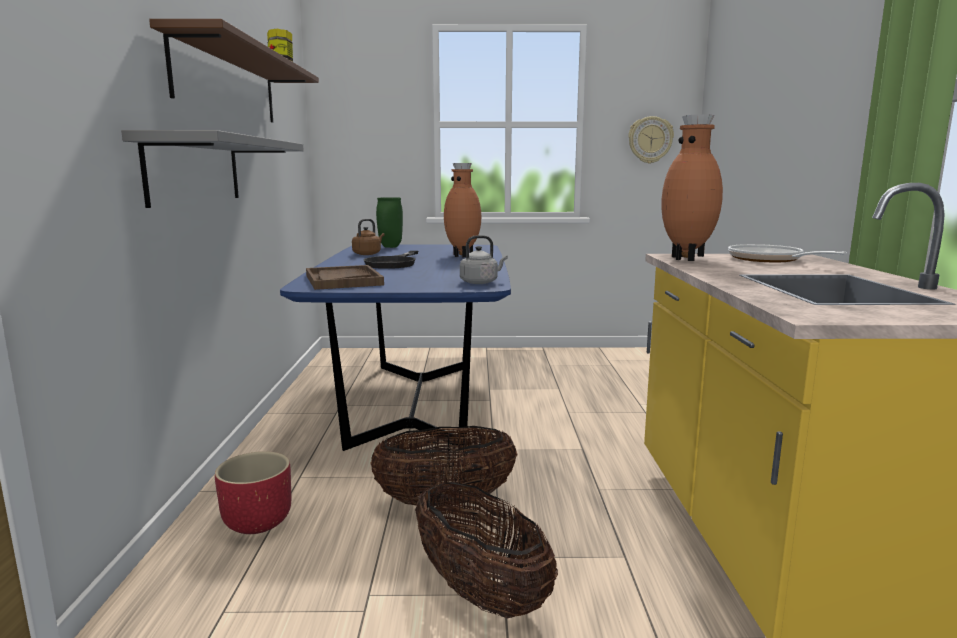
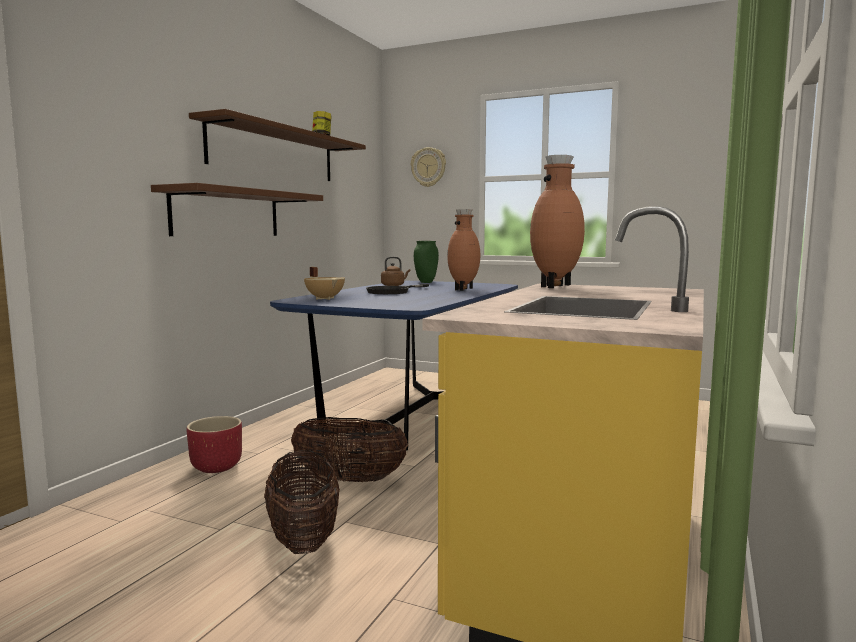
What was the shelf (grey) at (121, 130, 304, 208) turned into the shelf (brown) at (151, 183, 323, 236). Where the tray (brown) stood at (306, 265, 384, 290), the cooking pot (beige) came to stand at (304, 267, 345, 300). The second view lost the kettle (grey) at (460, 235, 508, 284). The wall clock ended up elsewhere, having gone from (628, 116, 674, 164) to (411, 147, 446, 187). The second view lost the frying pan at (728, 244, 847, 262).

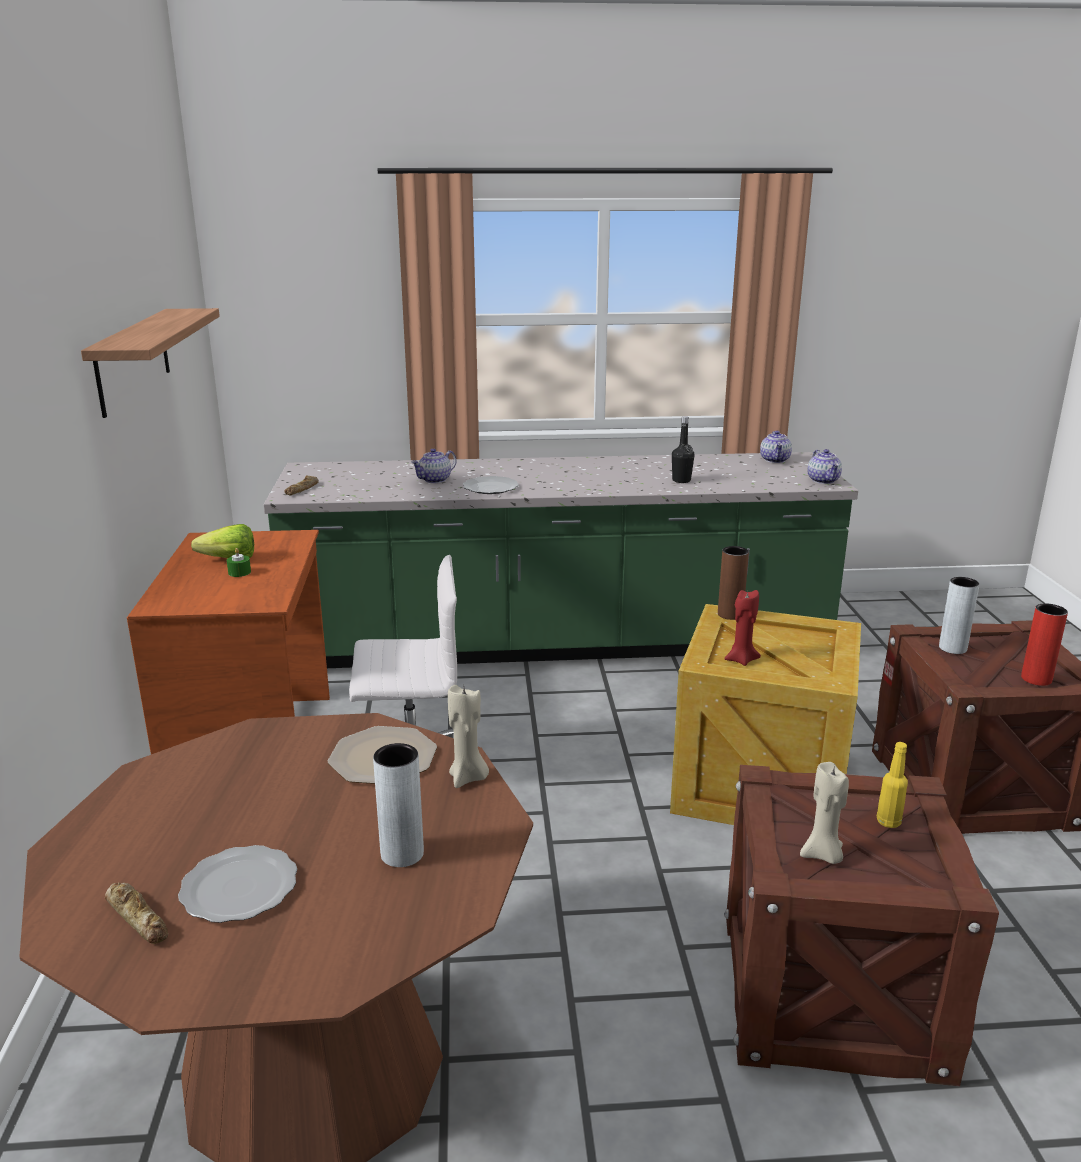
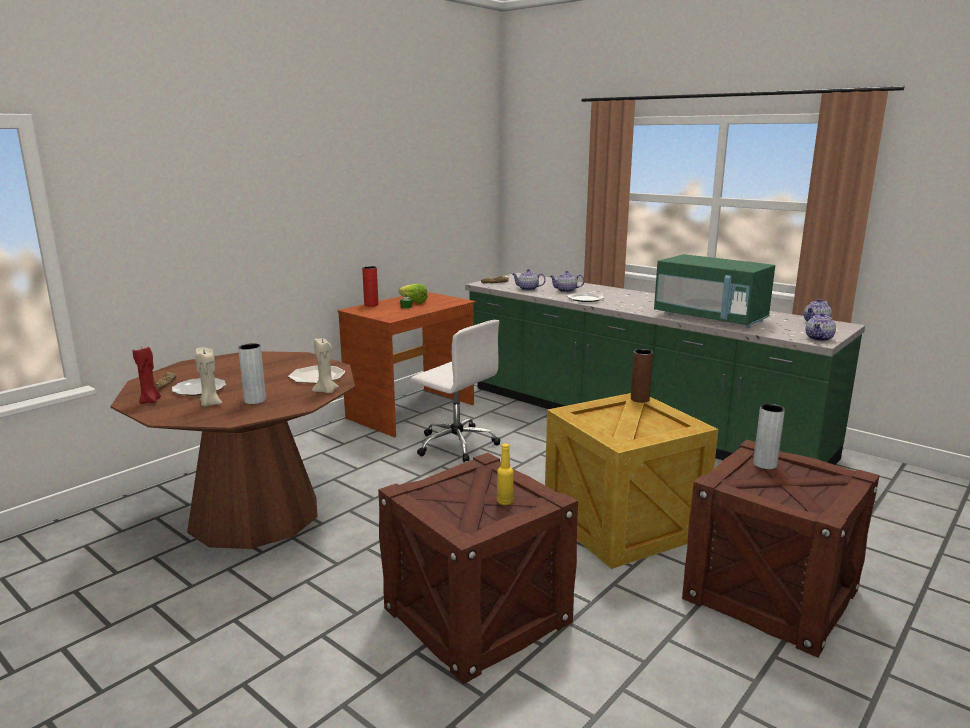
The second view lost the shelf at (81, 308, 220, 418). Where the bottle (black) stood at (672, 416, 694, 483), the microwave (green) came to stand at (654, 254, 775, 328). The candle (red) ended up elsewhere, having gone from (724, 590, 761, 666) to (133, 346, 161, 404). The candle (beige) ended up elsewhere, having gone from (800, 762, 849, 864) to (195, 348, 222, 407). The vase (red) ended up elsewhere, having gone from (1021, 603, 1068, 686) to (362, 266, 378, 307). The second view gained the teapot at (512, 269, 546, 291).

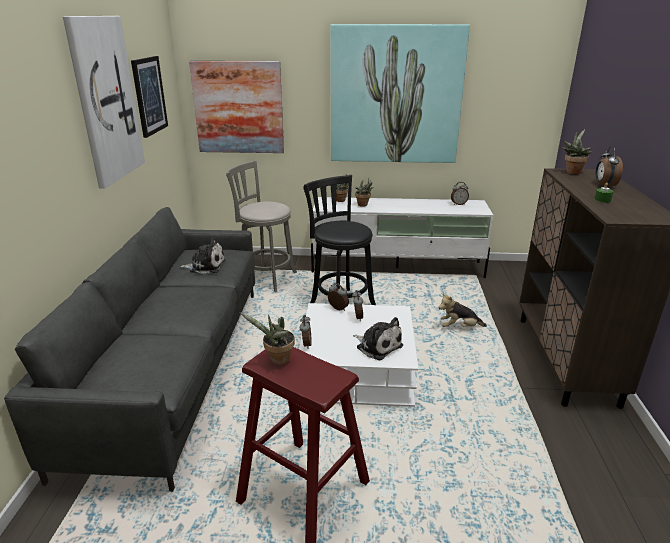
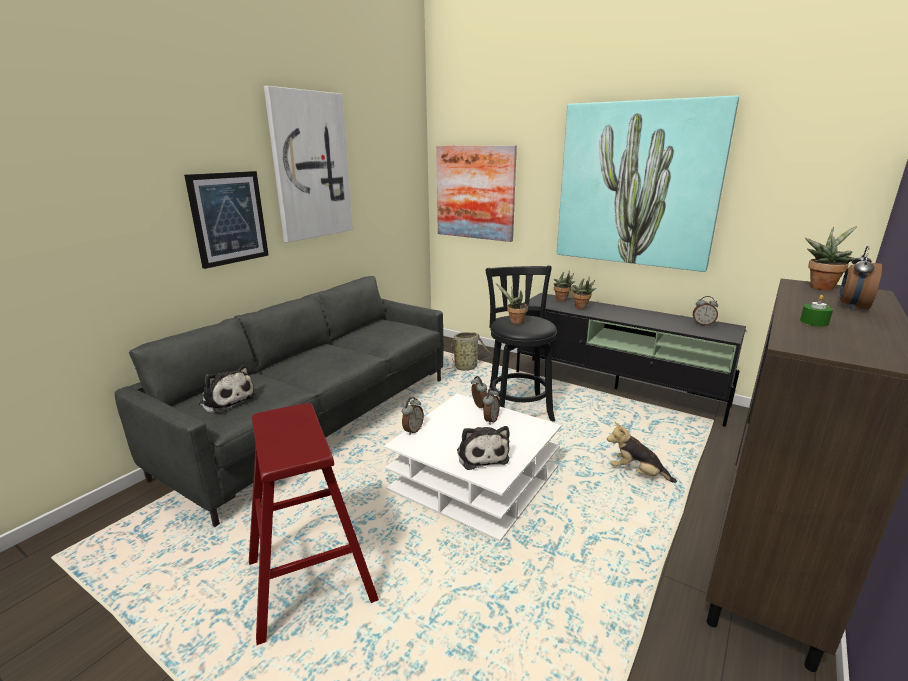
The picture ended up elsewhere, having gone from (131, 56, 168, 138) to (184, 171, 269, 269). The plush toy ended up elsewhere, having gone from (180, 238, 226, 275) to (199, 365, 256, 413). Where the stool (grey) stood at (226, 160, 297, 292), the basket came to stand at (445, 332, 494, 371). The potted plant ended up elsewhere, having gone from (240, 312, 295, 365) to (496, 283, 528, 324). What was the tv stand (white) at (311, 197, 494, 278) turned into the tv stand (black) at (516, 293, 746, 427).

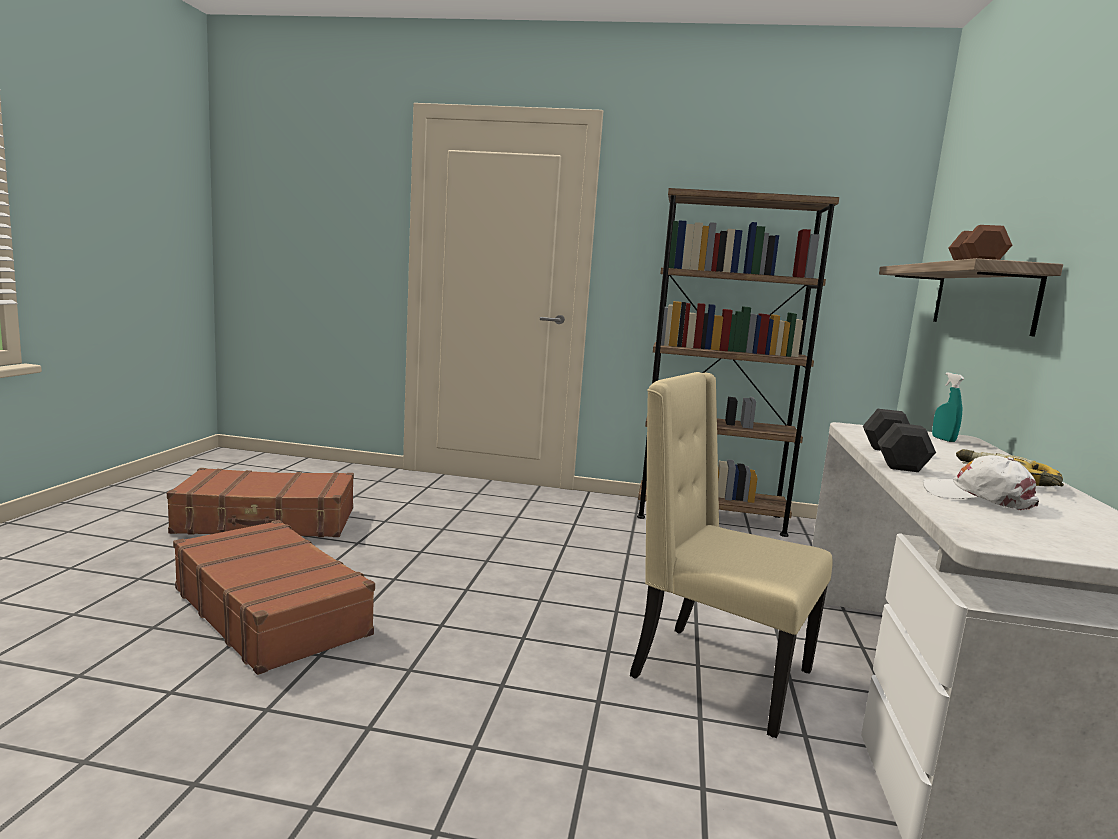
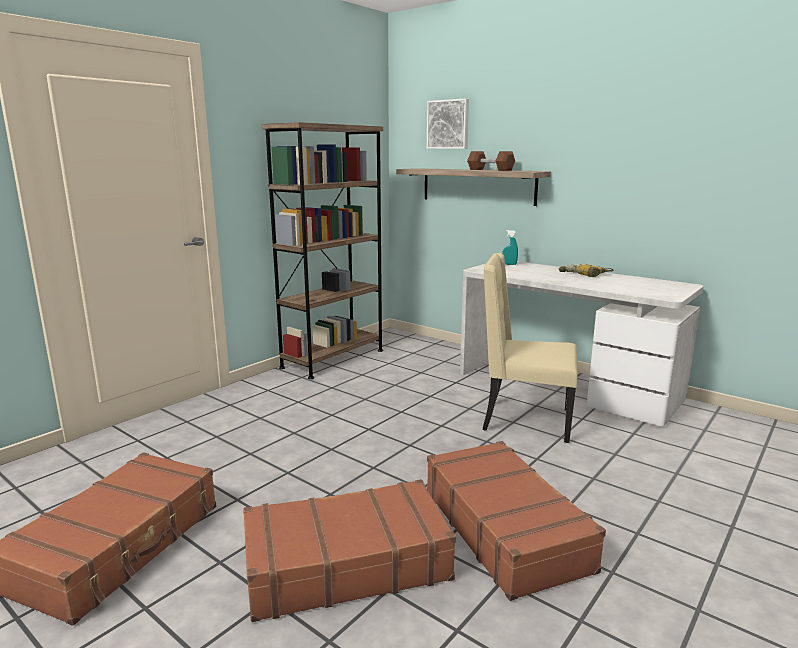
The chair (beige) at (630, 372, 833, 738) ended up facing another way, 45 degrees clockwise from before. The second view lost the dumbbell (black) at (863, 409, 936, 472). The second view lost the cap (white) at (923, 455, 1039, 511). The second view gained the picture at (427, 98, 469, 149). The second view gained the suitcase (brown) at (427, 441, 606, 601).

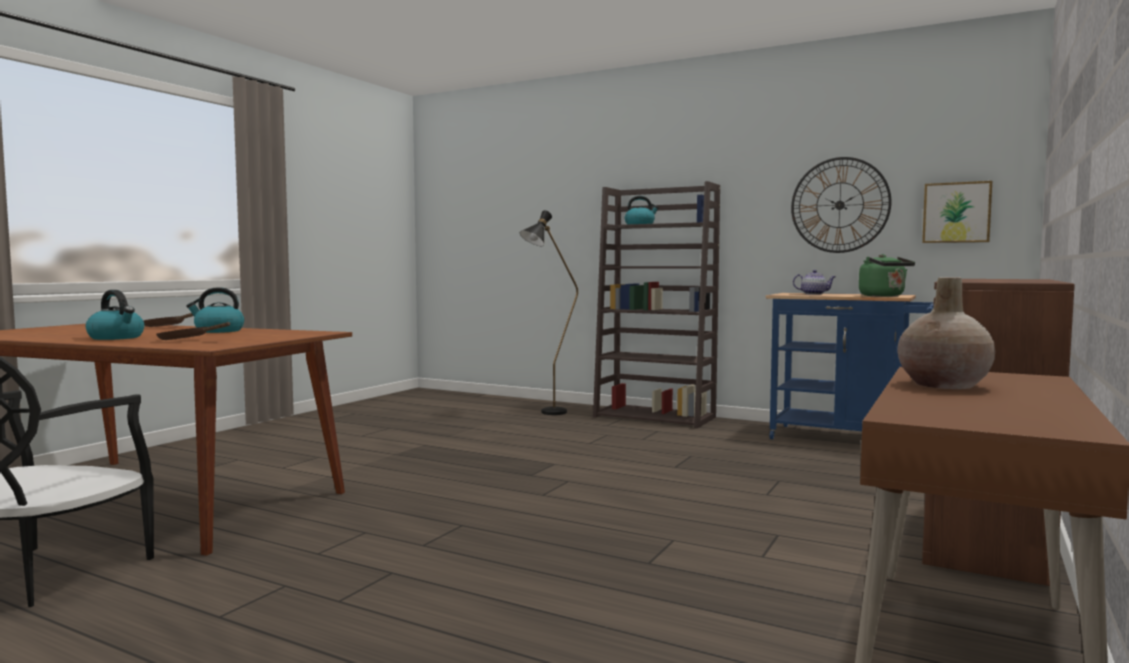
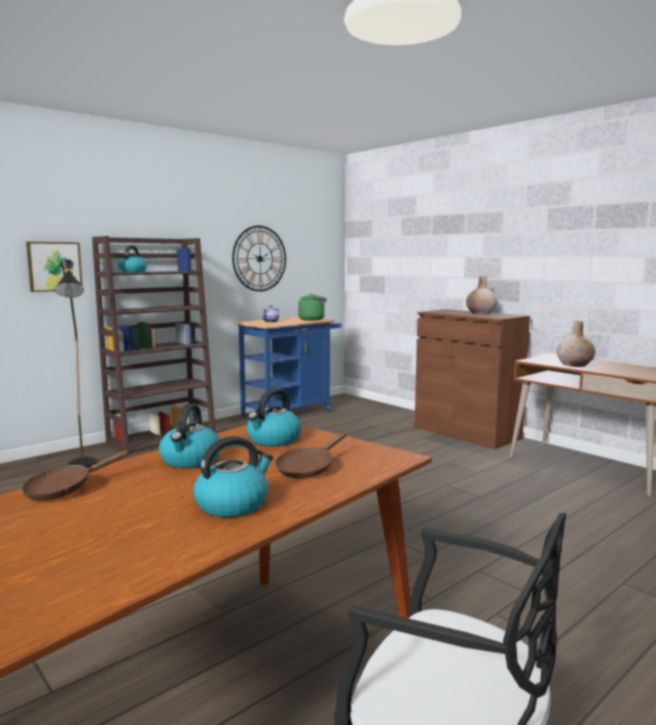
The picture ended up elsewhere, having gone from (922, 181, 992, 243) to (26, 242, 83, 292). The second view gained the kettle at (247, 389, 301, 447). The second view gained the vase (beige) at (466, 276, 497, 315).

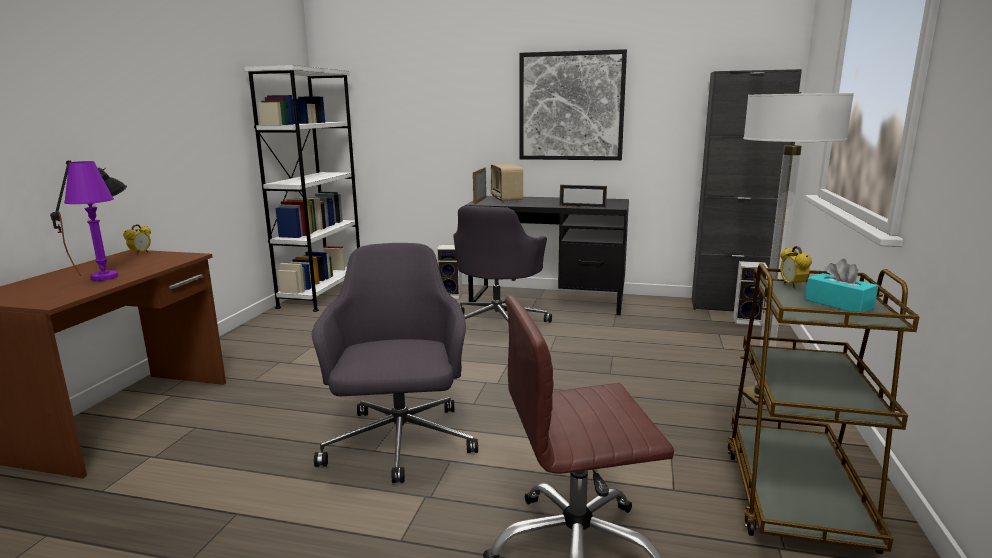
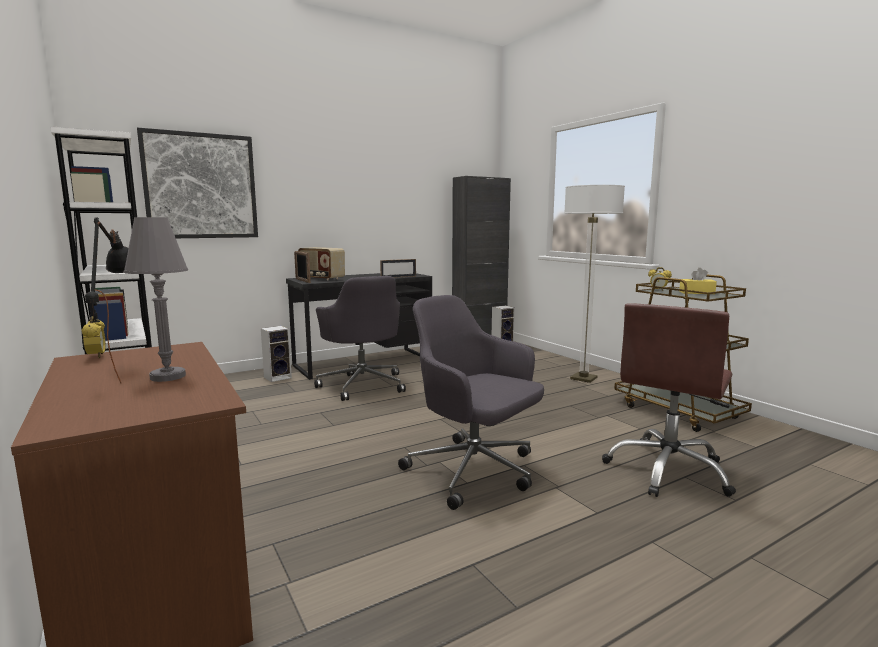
What was the table lamp (purple) at (64, 161, 118, 281) turned into the table lamp (grey) at (124, 217, 188, 382). The picture ended up elsewhere, having gone from (520, 49, 627, 160) to (137, 127, 258, 238). What was the tissue box (turquoise) at (805, 259, 878, 312) turned into the tissue box (yellow) at (679, 268, 717, 294).

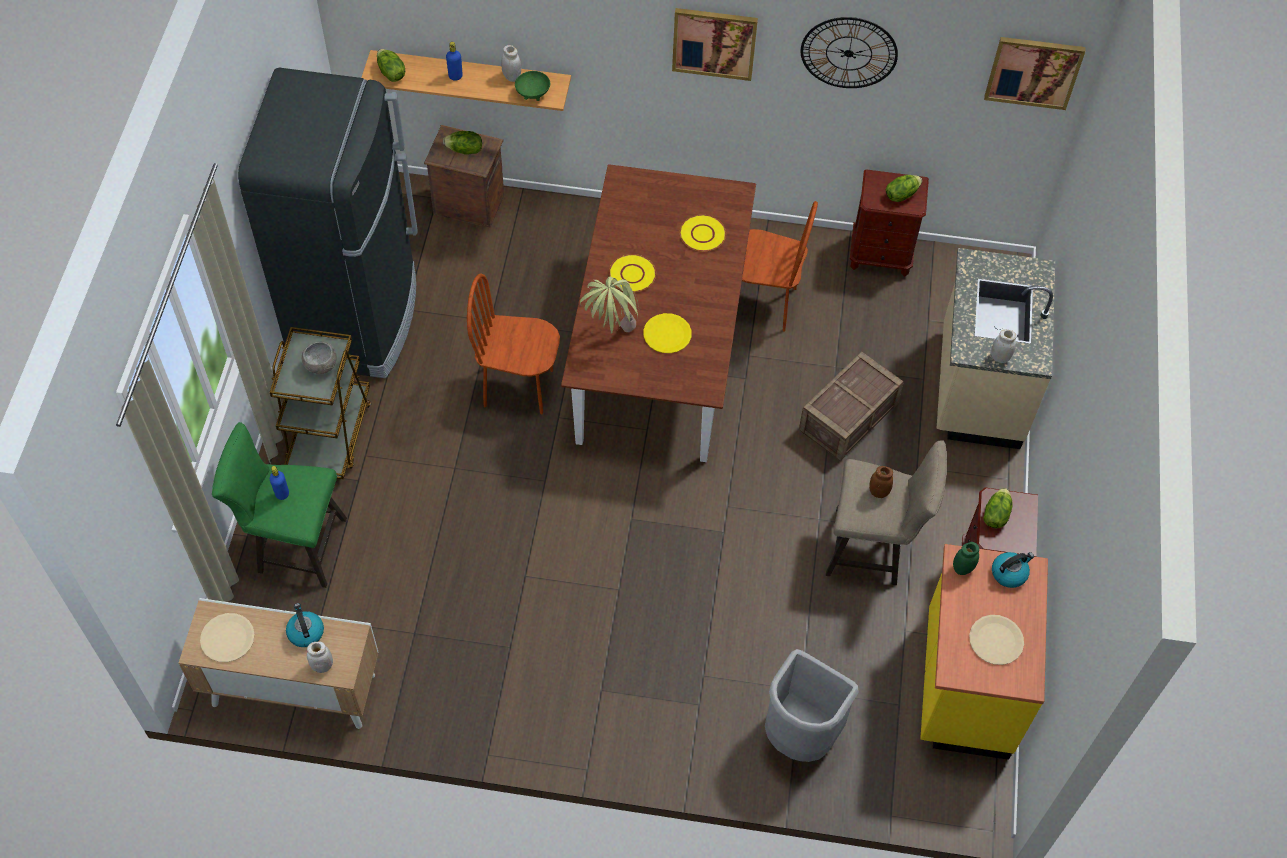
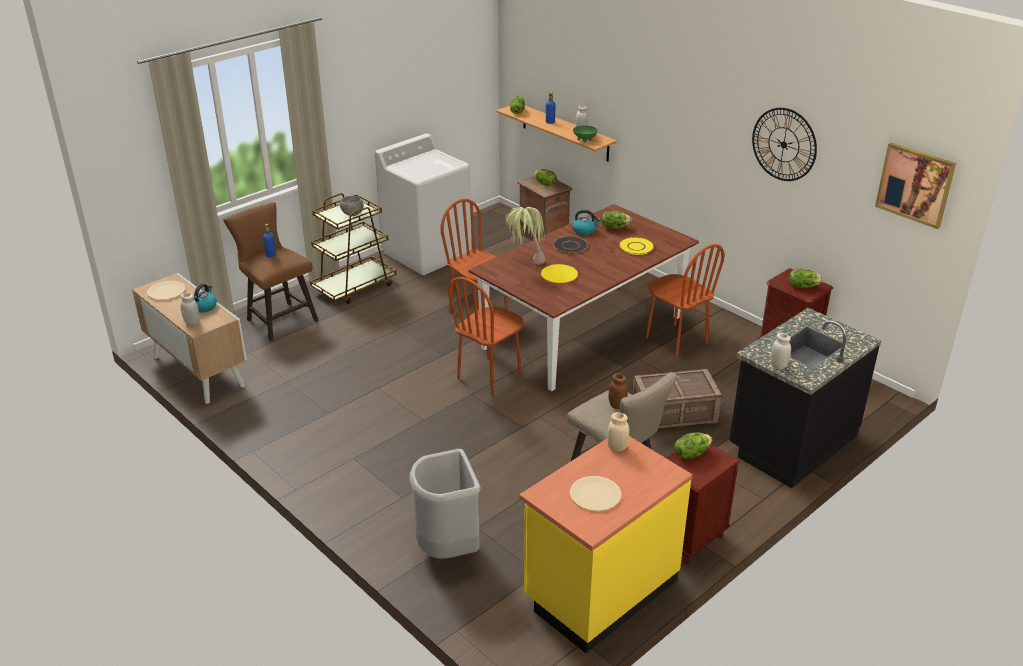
What was the stool (green) at (212, 422, 347, 588) turned into the stool (brown) at (223, 202, 319, 341). Where the fridge (black) stood at (238, 68, 417, 378), the washing machine (white) came to stand at (375, 133, 472, 275). What was the plate (yellow) at (609, 254, 656, 292) turned into the plate (black) at (553, 236, 588, 254). The second view lost the picture at (672, 8, 758, 81). What was the counter (beige) at (937, 248, 1055, 449) turned into the counter (black) at (729, 308, 881, 488). What was the jar (green) at (953, 542, 979, 575) turned into the jar (beige) at (607, 412, 629, 451). The kettle ended up elsewhere, having gone from (992, 552, 1034, 588) to (572, 210, 600, 235). The second view gained the chair (brown) at (448, 277, 523, 396). The second view gained the lettuce at (601, 211, 632, 229).

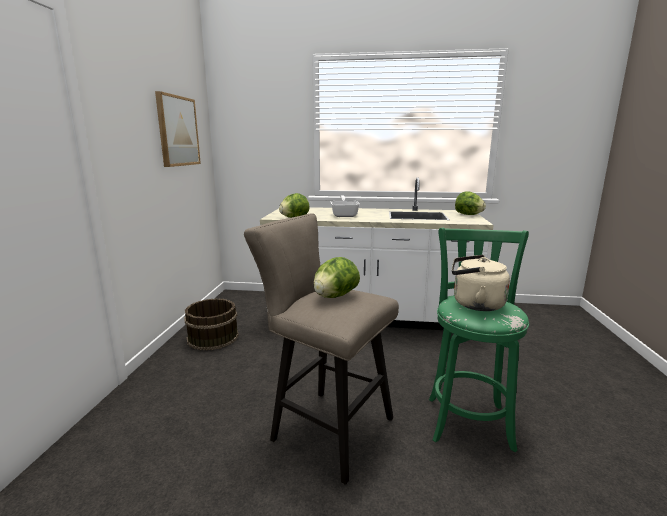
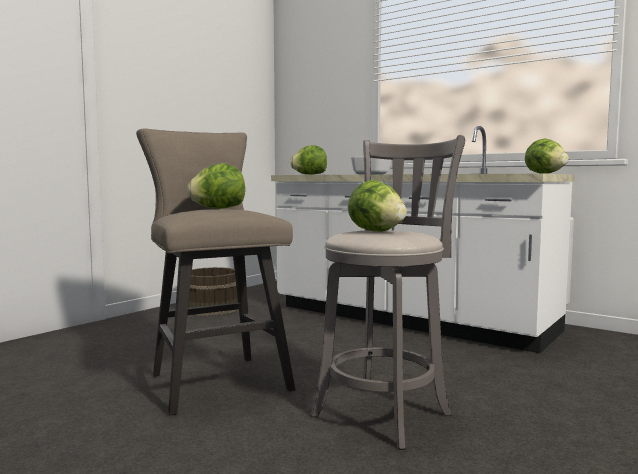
The second view lost the picture at (155, 91, 201, 167). What was the stool (green) at (429, 228, 529, 452) turned into the stool (grey) at (311, 135, 465, 450). Where the kettle (beige) stood at (452, 255, 510, 311), the lettuce came to stand at (348, 180, 407, 232).

